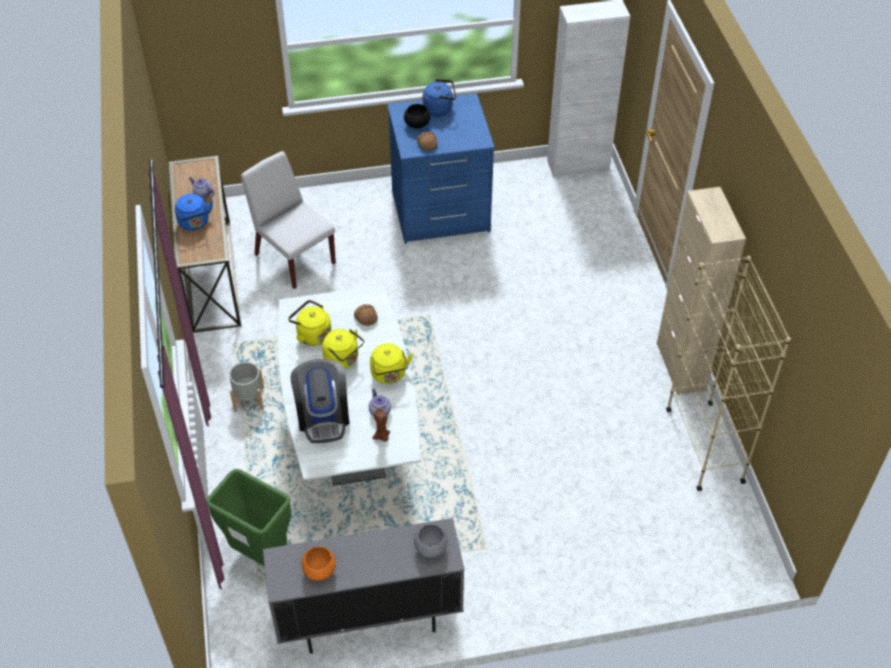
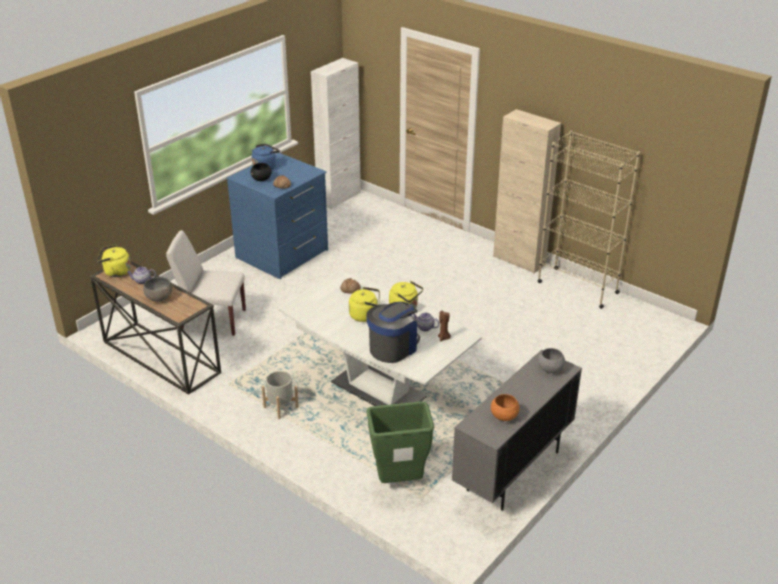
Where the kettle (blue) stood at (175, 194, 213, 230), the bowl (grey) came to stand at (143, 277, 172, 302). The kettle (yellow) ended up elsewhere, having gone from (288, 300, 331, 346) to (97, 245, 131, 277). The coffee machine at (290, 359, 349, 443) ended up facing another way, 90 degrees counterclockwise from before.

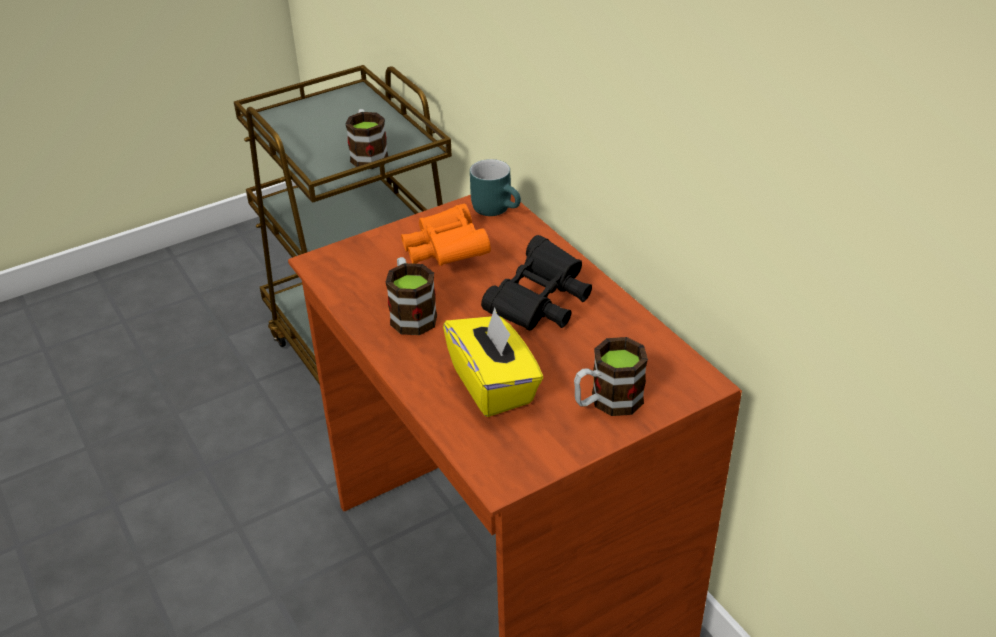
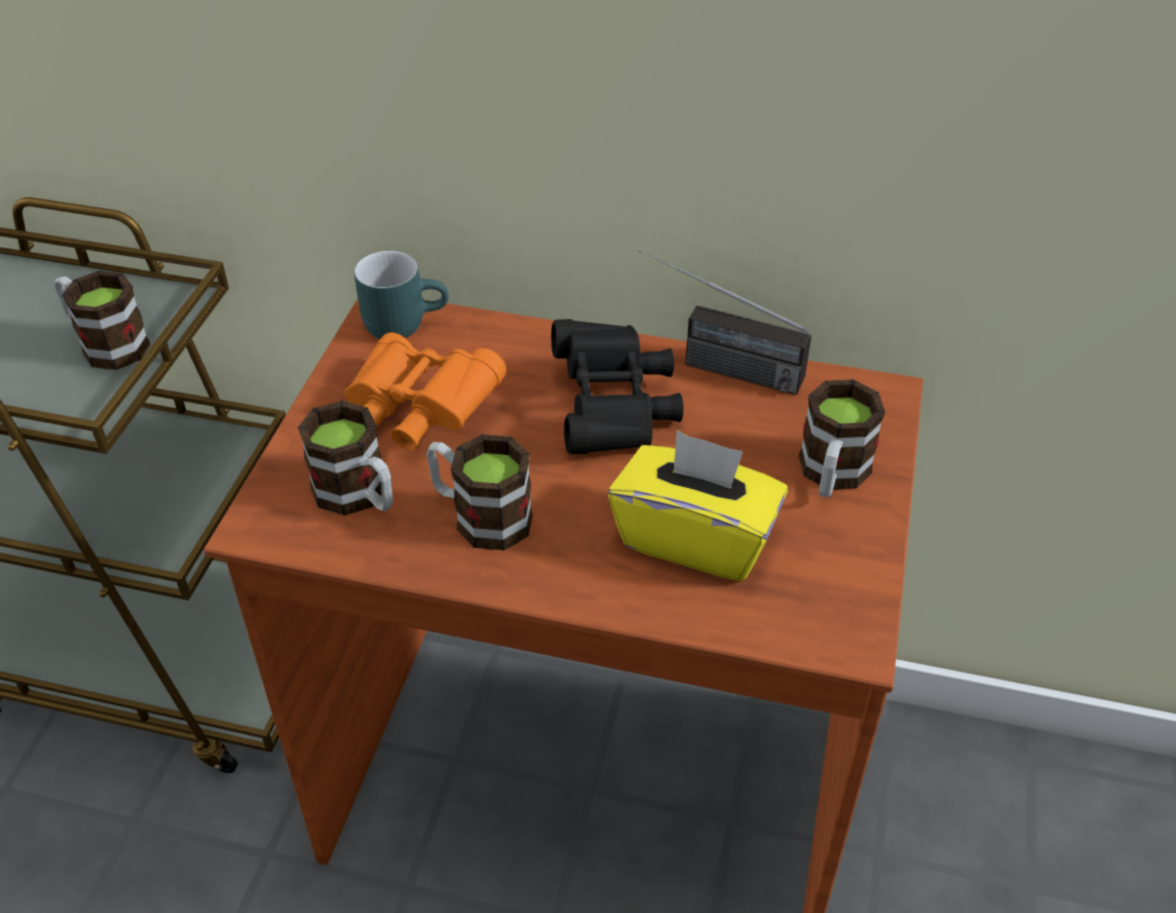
The second view gained the mug at (298, 401, 393, 516). The second view gained the radio at (638, 249, 812, 395).

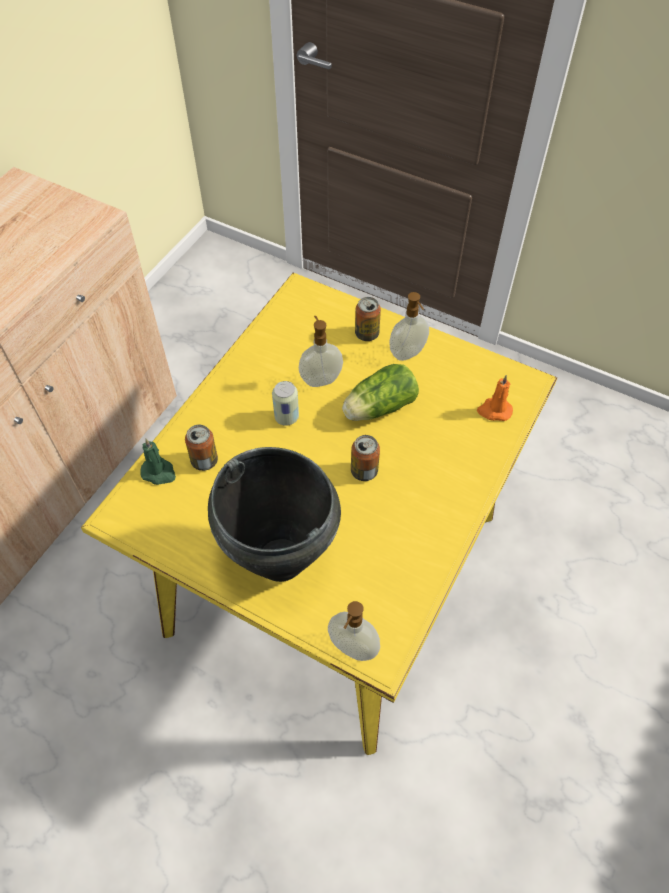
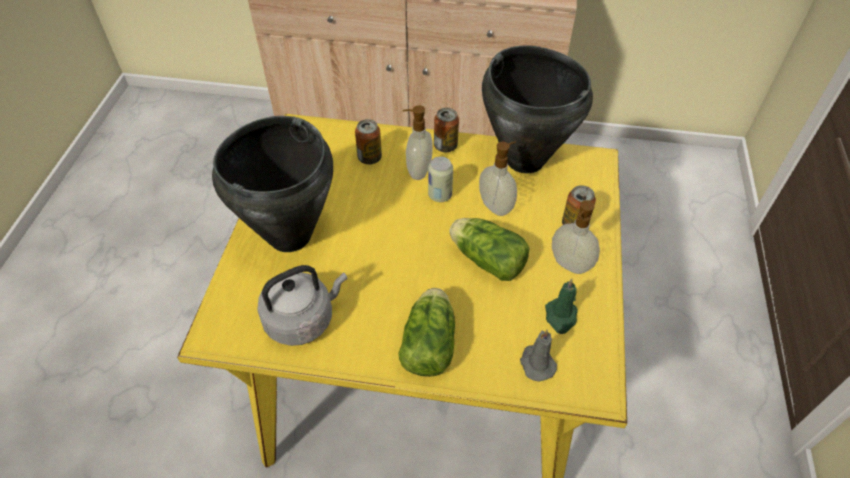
The candle (green) ended up elsewhere, having gone from (140, 439, 176, 485) to (545, 279, 578, 334). The soap dispenser ended up elsewhere, having gone from (328, 601, 380, 661) to (403, 105, 433, 180). The can ended up elsewhere, having gone from (351, 435, 380, 481) to (434, 108, 459, 152). What was the candle (orange) at (477, 375, 513, 421) turned into the candle (grey) at (520, 330, 557, 382). The second view gained the kettle (grey) at (257, 265, 348, 346). The second view gained the lettuce at (398, 288, 455, 377). The second view gained the cooking pot (black) at (482, 45, 593, 173).

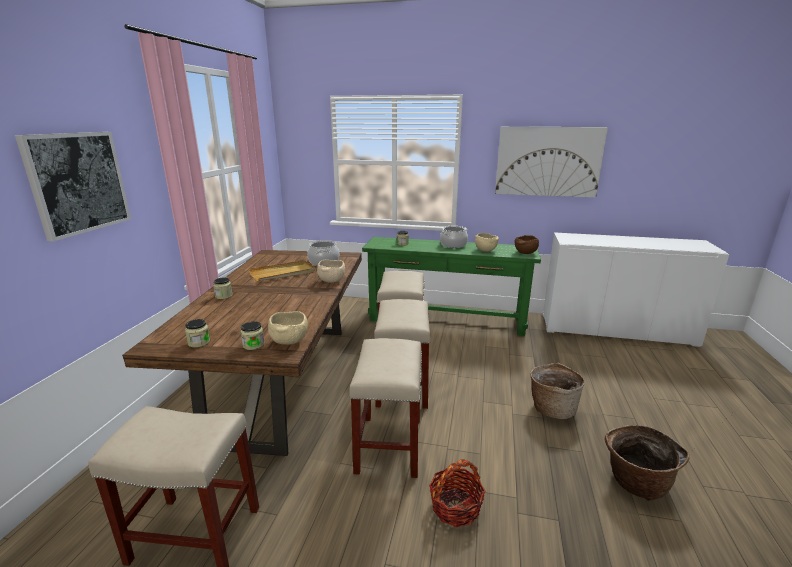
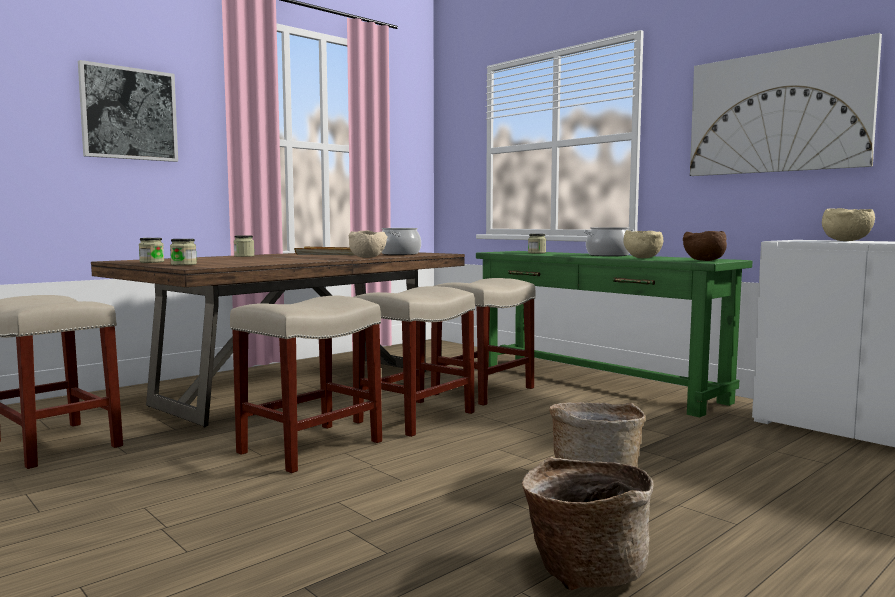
The bowl (beige) ended up elsewhere, having gone from (268, 311, 308, 345) to (822, 208, 875, 241). The second view lost the basket at (429, 459, 486, 527).

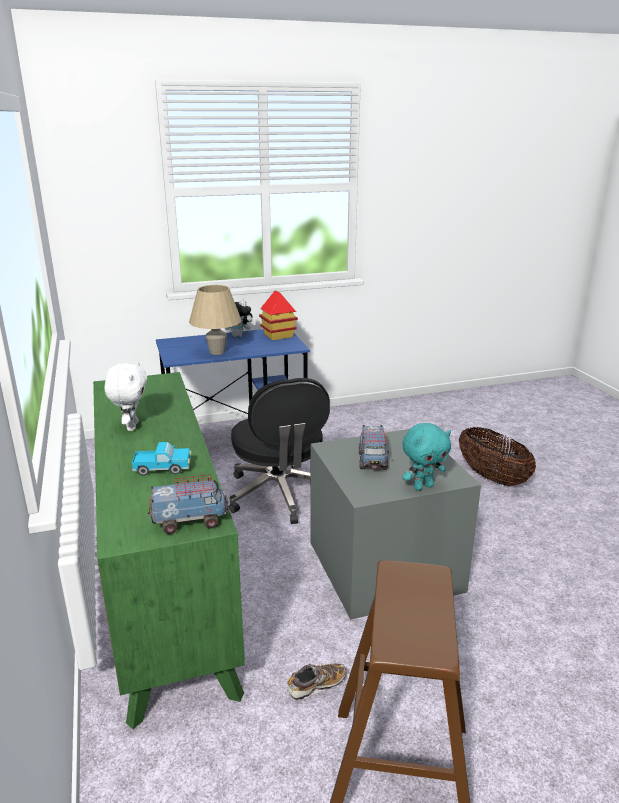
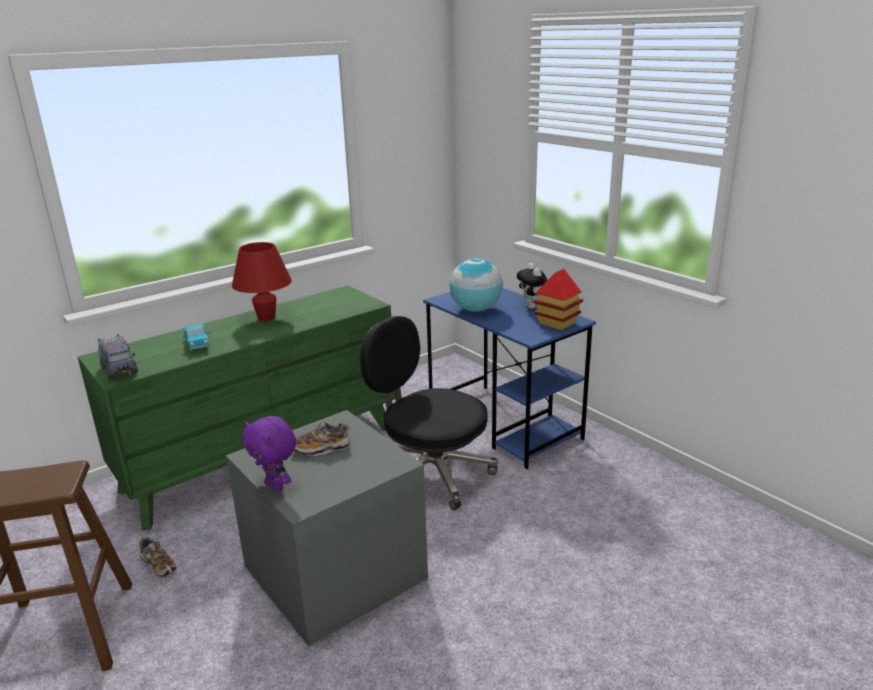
Where the plush toy (white) stood at (104, 362, 147, 431), the table lamp (red) came to stand at (232, 242, 292, 321). Where the table lamp (beige) stood at (189, 285, 241, 355), the globe came to stand at (449, 258, 503, 312). The office chair (black) at (229, 378, 330, 524) ended up facing another way, 75 degrees clockwise from before. Where the toy truck stood at (359, 425, 389, 470), the shoe came to stand at (294, 421, 350, 456). What was the plush toy (turquoise) at (402, 423, 451, 491) turned into the plush toy (purple) at (242, 416, 296, 492). The second view lost the basket at (459, 427, 536, 486).

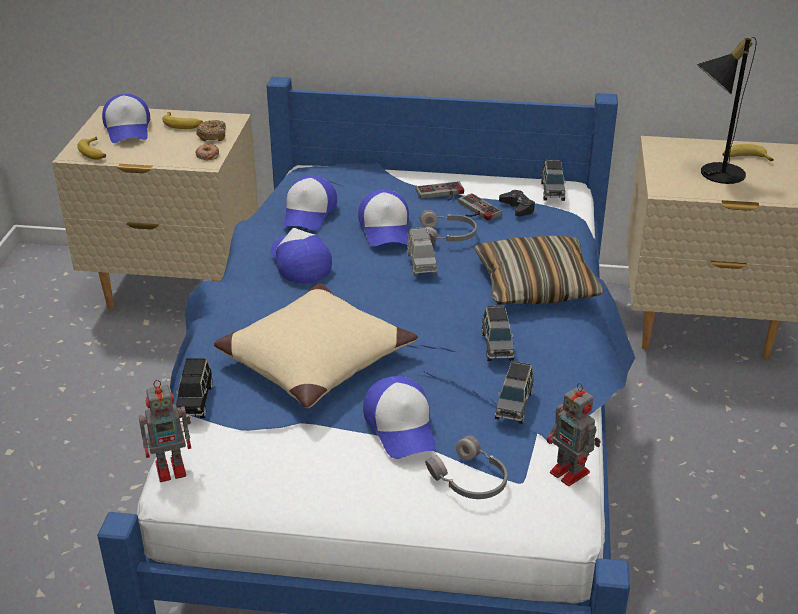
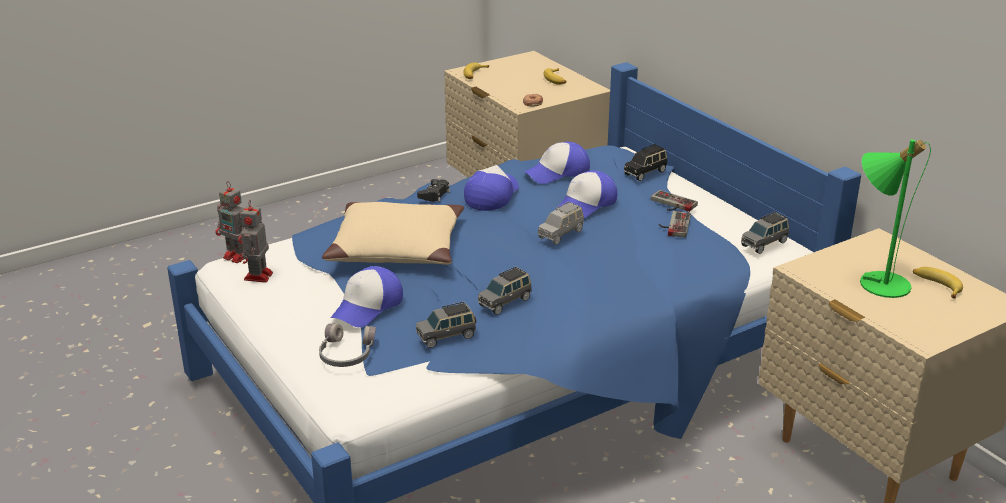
The second view lost the cap at (102, 94, 150, 143). The toy car (black) ended up elsewhere, having gone from (176, 358, 213, 418) to (624, 144, 667, 181). The second view lost the donut at (196, 120, 226, 141). The second view lost the headphones (grey) at (420, 210, 477, 245). The second view lost the pillow at (474, 236, 604, 304). The game controller (black) ended up elsewhere, having gone from (499, 190, 535, 217) to (417, 179, 450, 202). The toy robot ended up elsewhere, having gone from (547, 383, 601, 486) to (239, 200, 273, 283). What was the table lamp (black) at (697, 37, 757, 184) turned into the table lamp (green) at (860, 139, 931, 298).

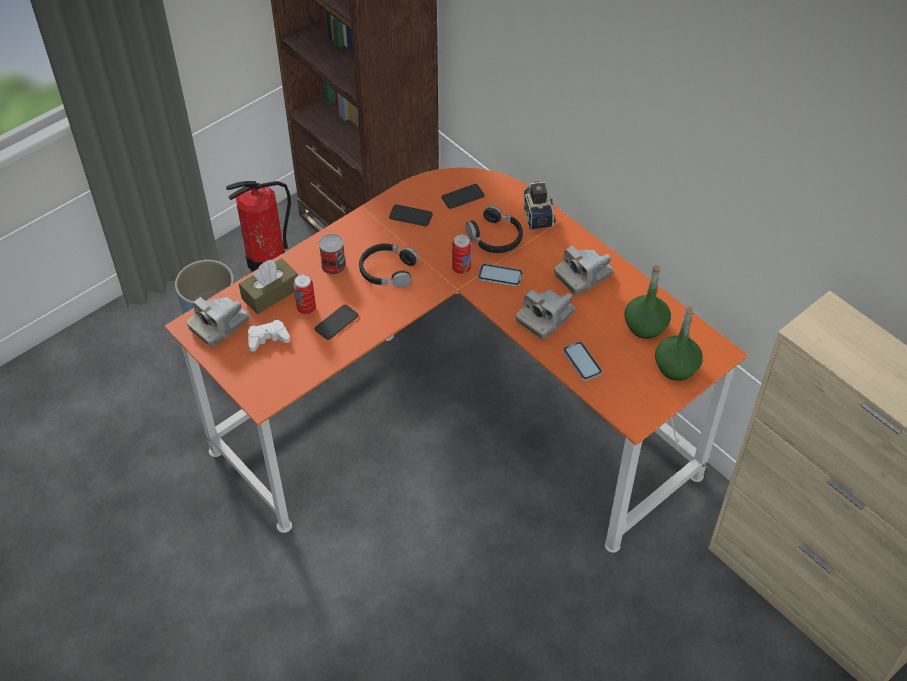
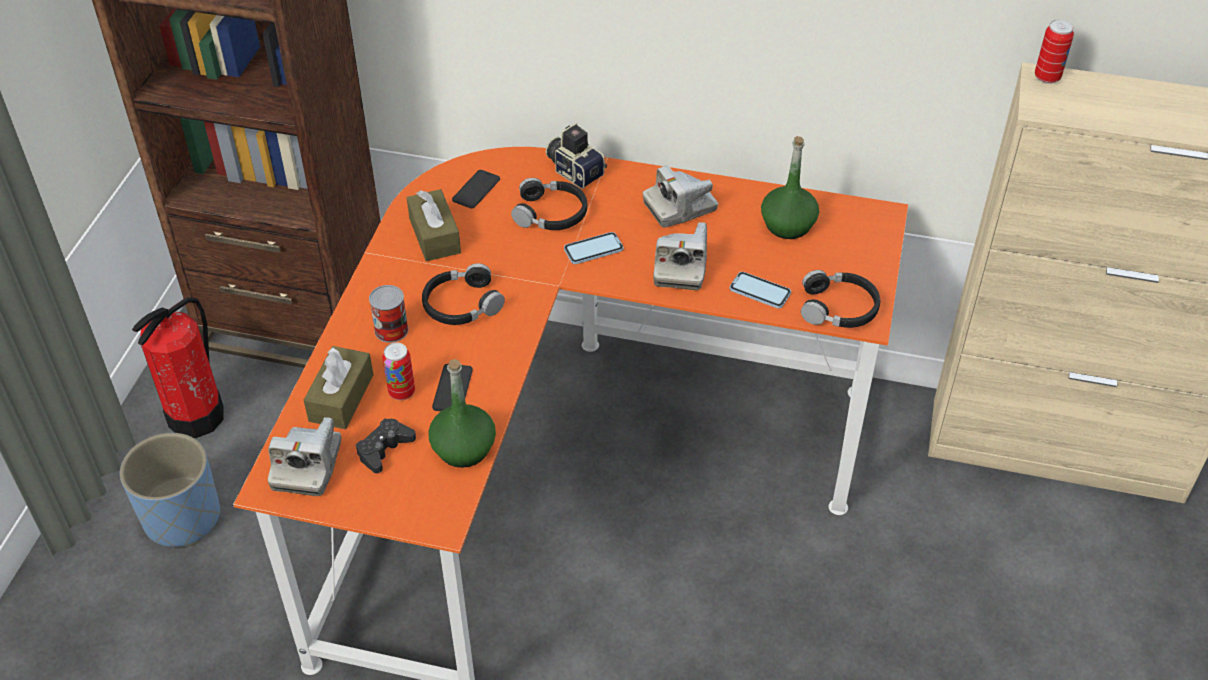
What was the game controller (white) at (248, 320, 290, 352) turned into the game controller (black) at (356, 418, 416, 473). Where the phone stood at (389, 205, 433, 226), the tissue box (brown) came to stand at (407, 189, 461, 261). The can ended up elsewhere, having gone from (452, 235, 471, 274) to (1035, 19, 1074, 84). The photo camera at (554, 246, 614, 295) ended up facing another way, 45 degrees clockwise from before. The bottle (green) ended up elsewhere, having gone from (655, 307, 703, 381) to (428, 359, 496, 468). The second view gained the headphones (black) at (801, 270, 880, 328).

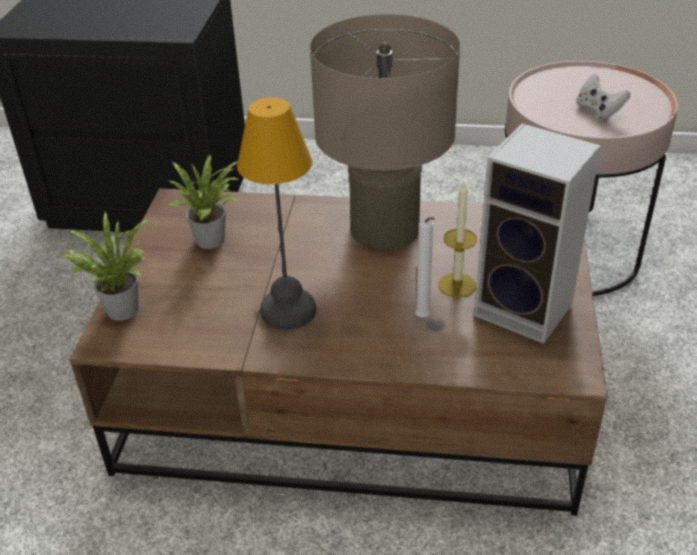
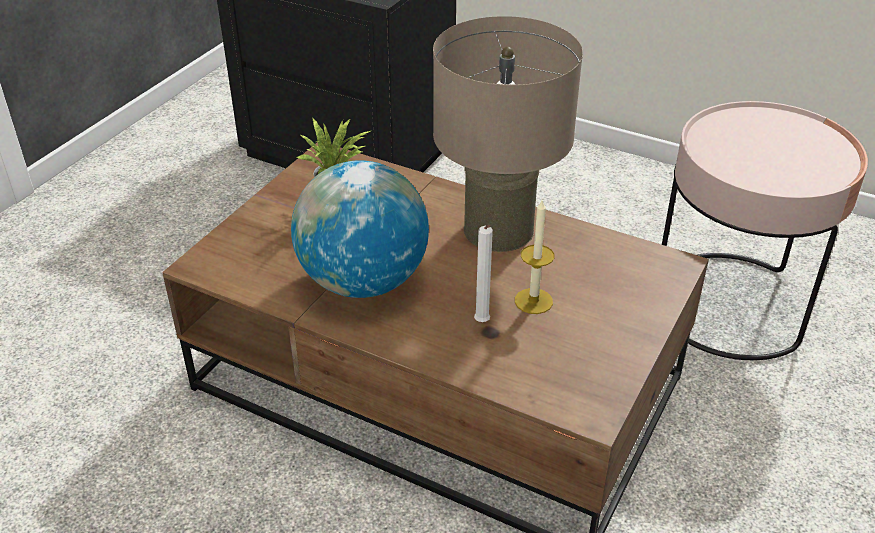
The second view lost the potted plant at (59, 212, 150, 321). Where the table lamp stood at (237, 97, 316, 330), the globe came to stand at (291, 160, 429, 298). The second view lost the speaker at (474, 123, 601, 344). The second view lost the game controller (white) at (576, 73, 630, 119).

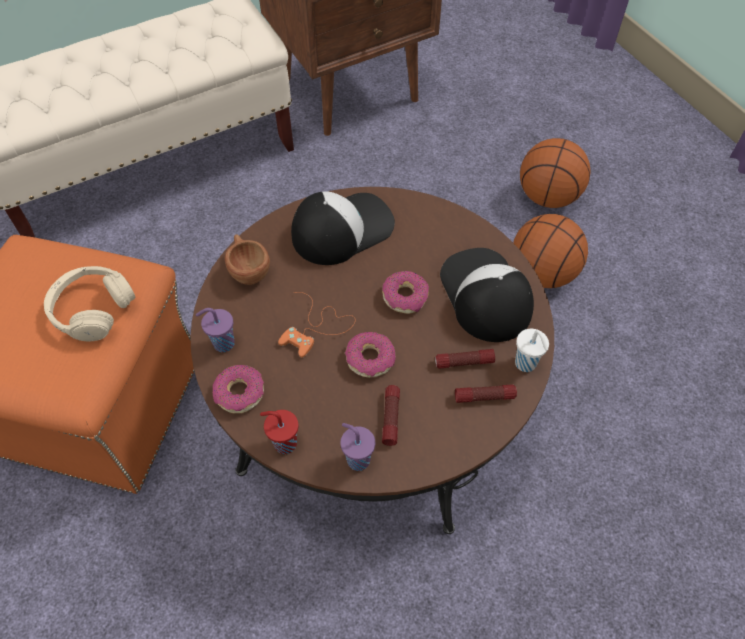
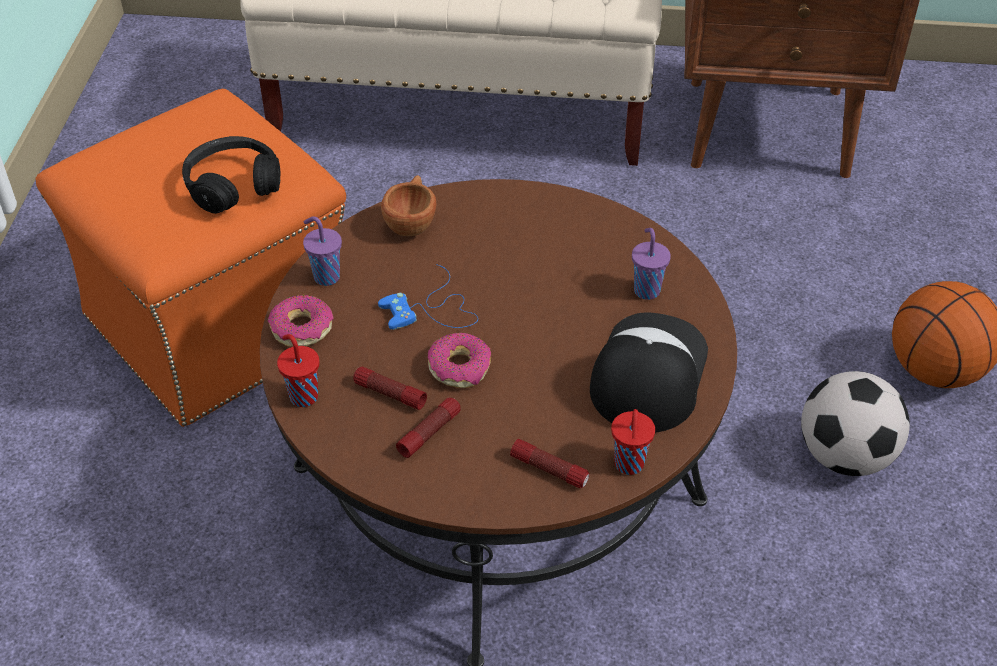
What was the headphones (beige) at (44, 266, 136, 342) turned into the headphones (black) at (182, 136, 280, 214). What was the game controller (orange) at (278, 292, 356, 358) turned into the game controller (blue) at (378, 264, 478, 330). The second view lost the cap at (291, 191, 395, 265). The cup (purple) ended up elsewhere, having gone from (340, 423, 375, 471) to (632, 228, 671, 300). The second view lost the donut at (383, 271, 429, 314). The flashlight ended up elsewhere, having gone from (435, 349, 495, 369) to (353, 367, 427, 410). Where the basketball stood at (513, 214, 588, 288), the football came to stand at (801, 371, 910, 476). What was the cup (white) at (515, 329, 549, 372) turned into the cup (red) at (611, 409, 655, 475).

